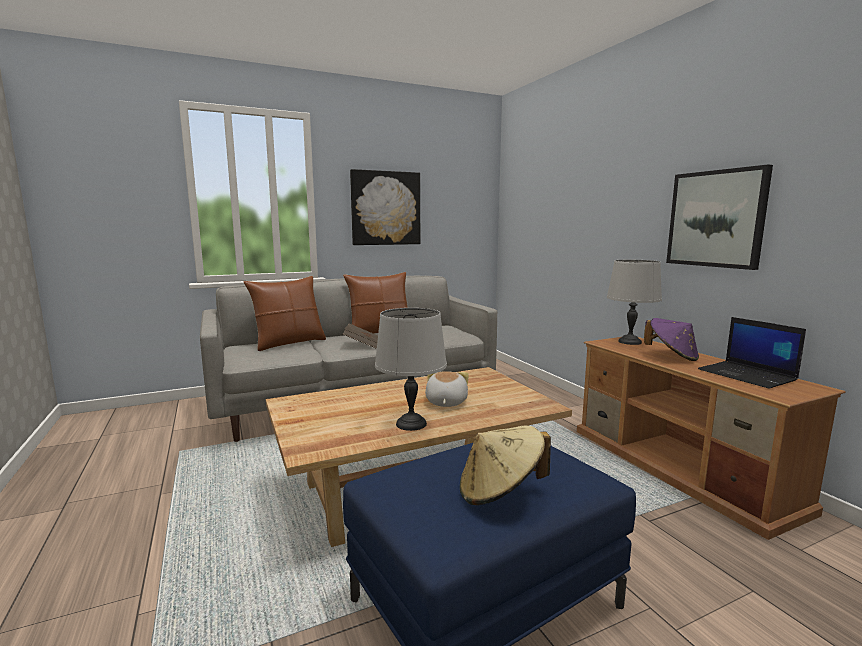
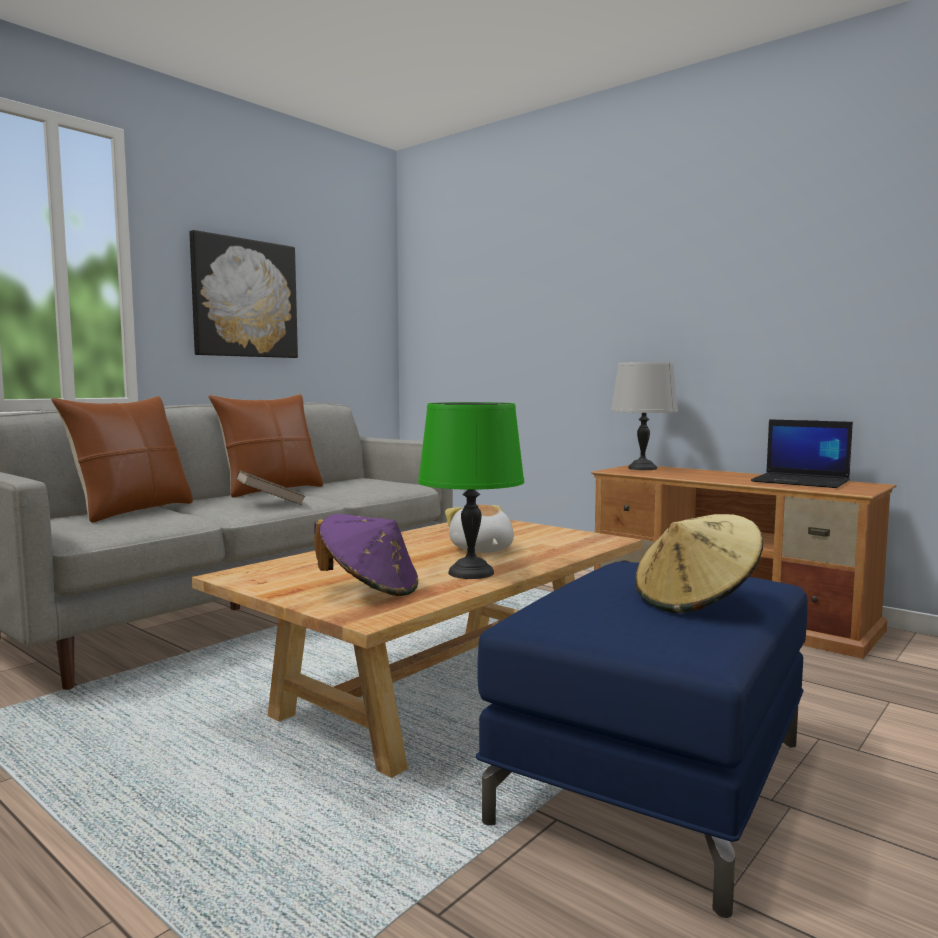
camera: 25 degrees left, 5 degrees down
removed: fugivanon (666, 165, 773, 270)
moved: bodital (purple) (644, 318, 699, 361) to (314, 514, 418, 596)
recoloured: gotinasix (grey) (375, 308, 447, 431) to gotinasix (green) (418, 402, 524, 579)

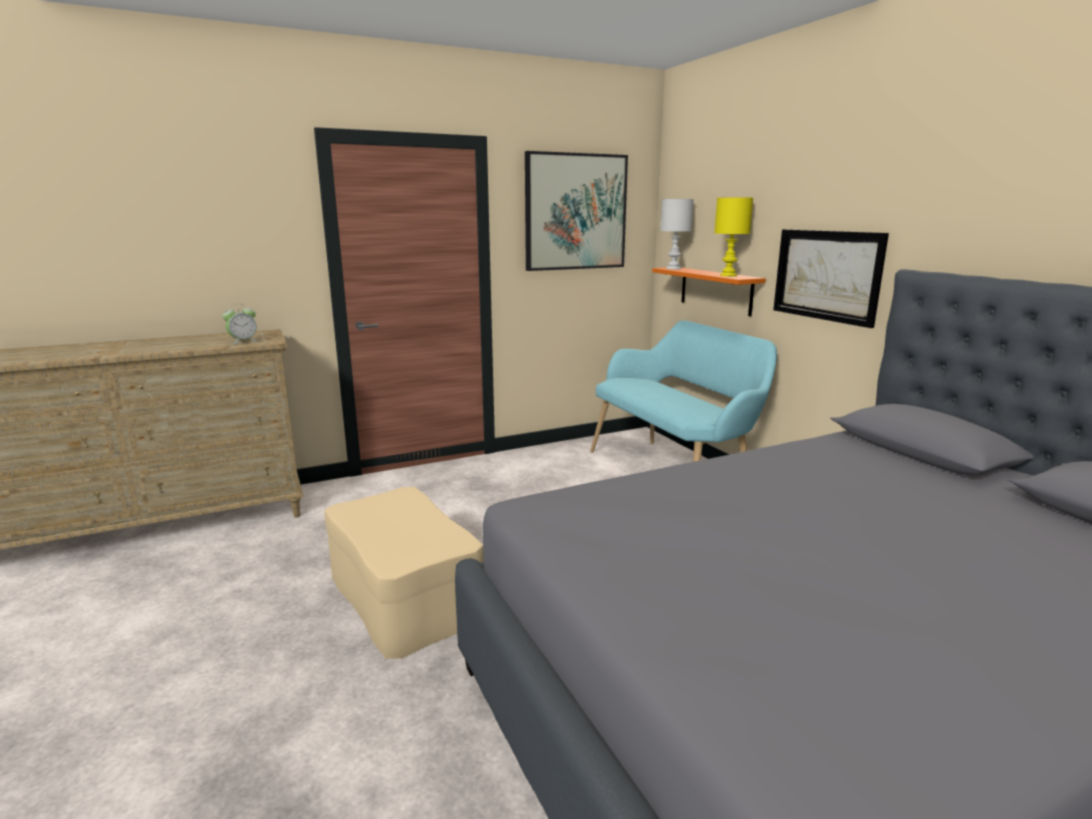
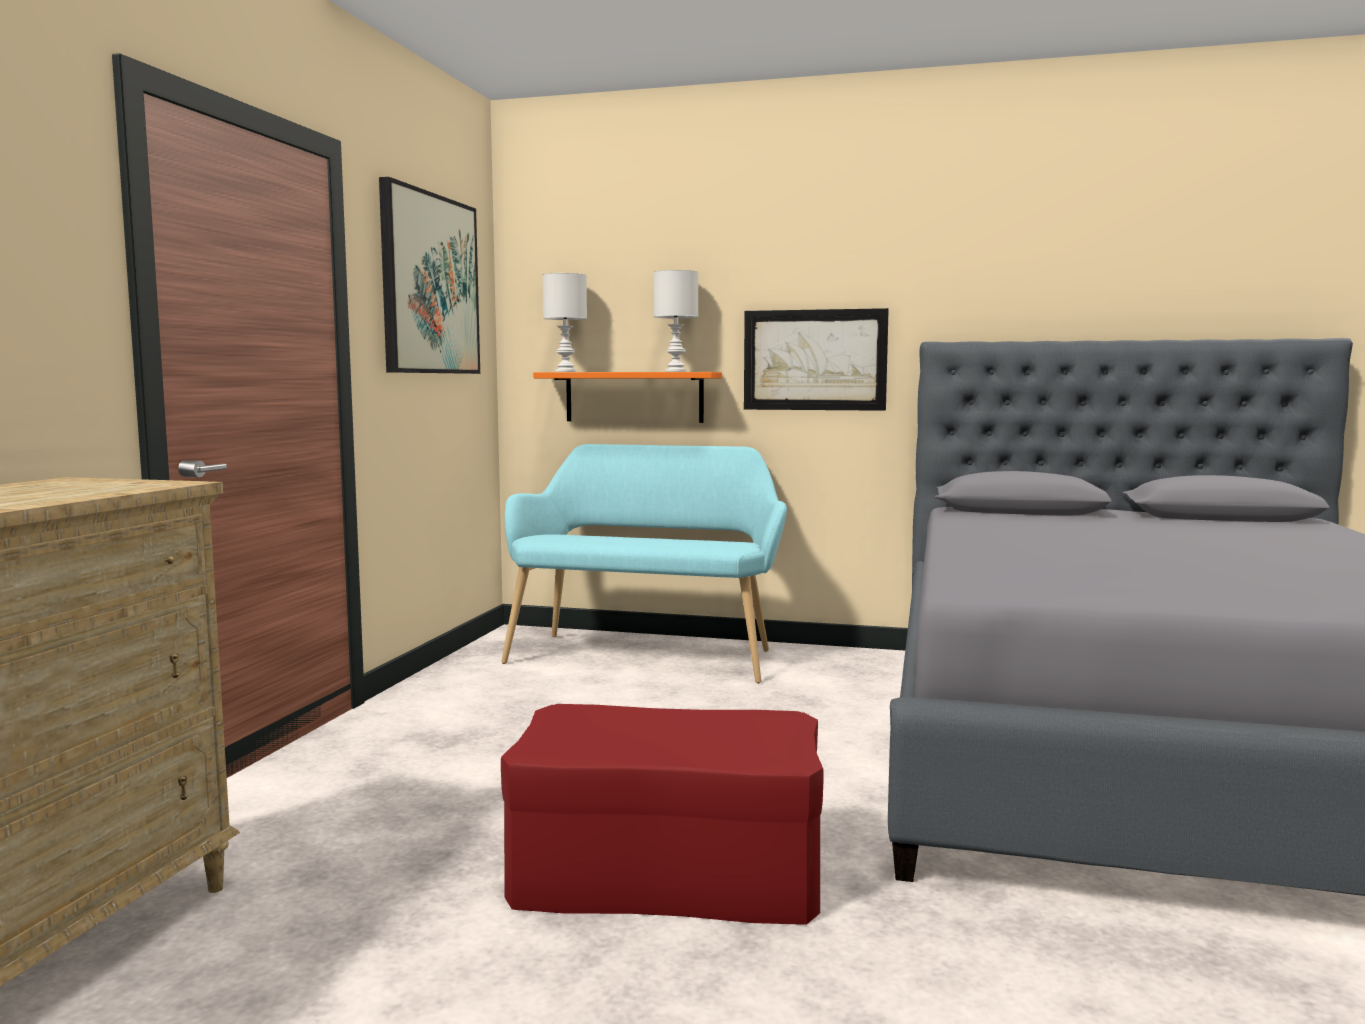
camera: 50 degrees left, 10 degrees down
removed: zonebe (222, 304, 258, 345)
recoloured: gotinasix (yellow) (714, 197, 753, 277) to gotinasix (white) (653, 270, 698, 372); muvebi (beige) (324, 487, 484, 659) to muvebi (red) (501, 704, 824, 925)

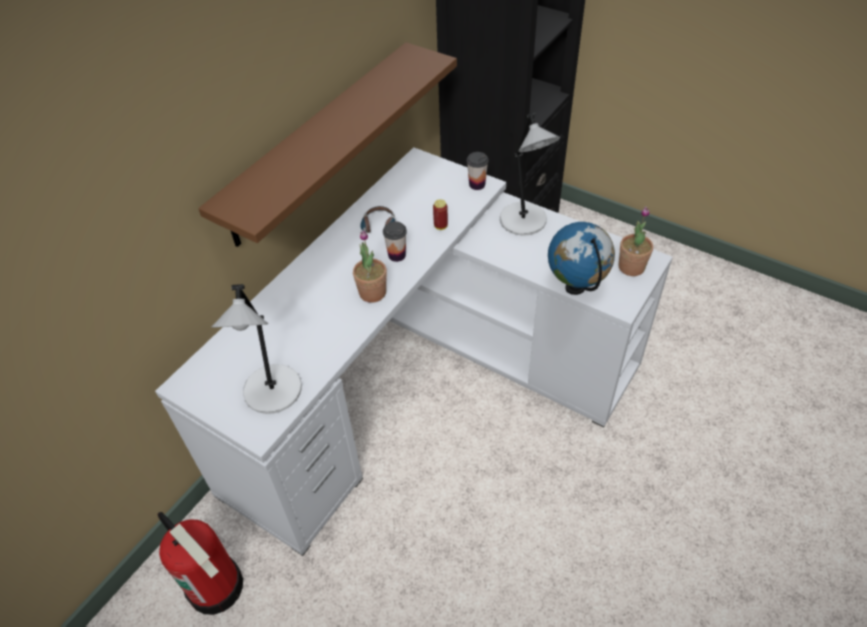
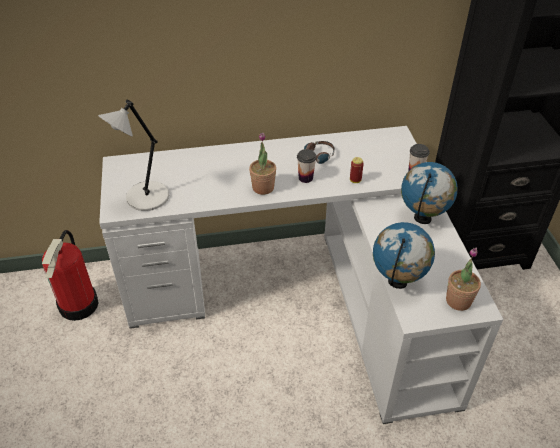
camera: 45 degrees right, 5 degrees down
removed: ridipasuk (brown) (198, 42, 457, 247)
replaced: gotinasix (grey) (500, 113, 560, 236) to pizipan (401, 162, 458, 224)

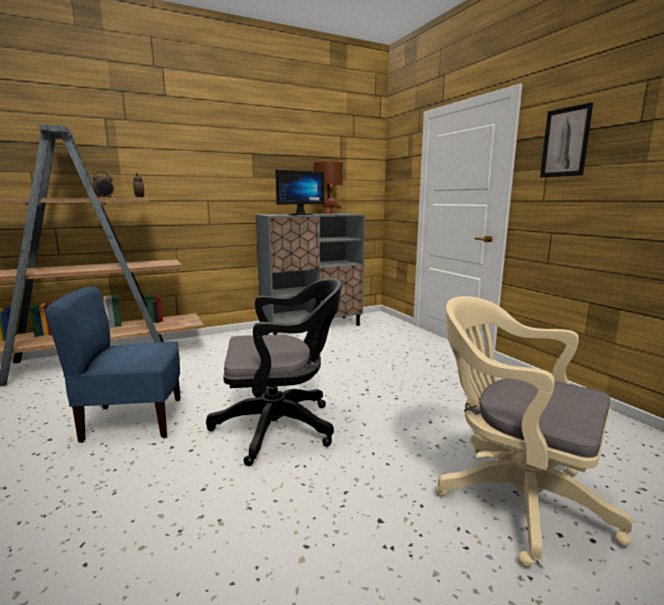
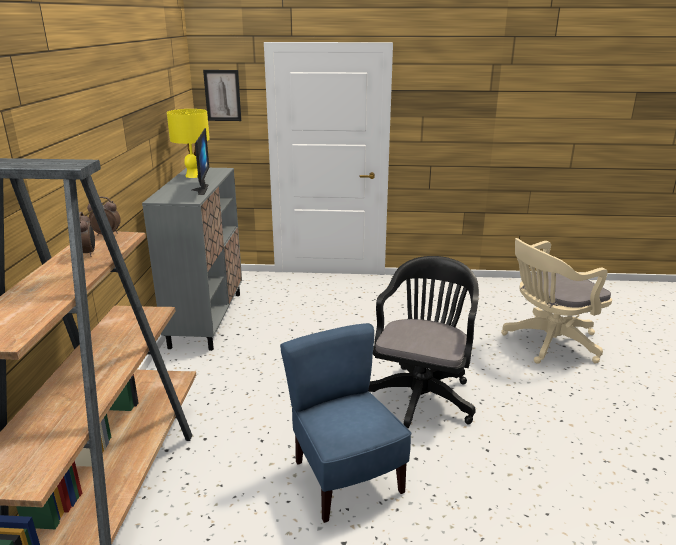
camera: 60 degrees left, 10 degrees up
moved: fugivanon (540, 102, 593, 178) to (203, 70, 241, 121)
recoloured: gotinasix (brown) (313, 161, 343, 214) to gotinasix (yellow) (167, 109, 210, 178)
turned: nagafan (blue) (44, 286, 181, 443) = (280, 323, 411, 523) 135 degrees clockwise

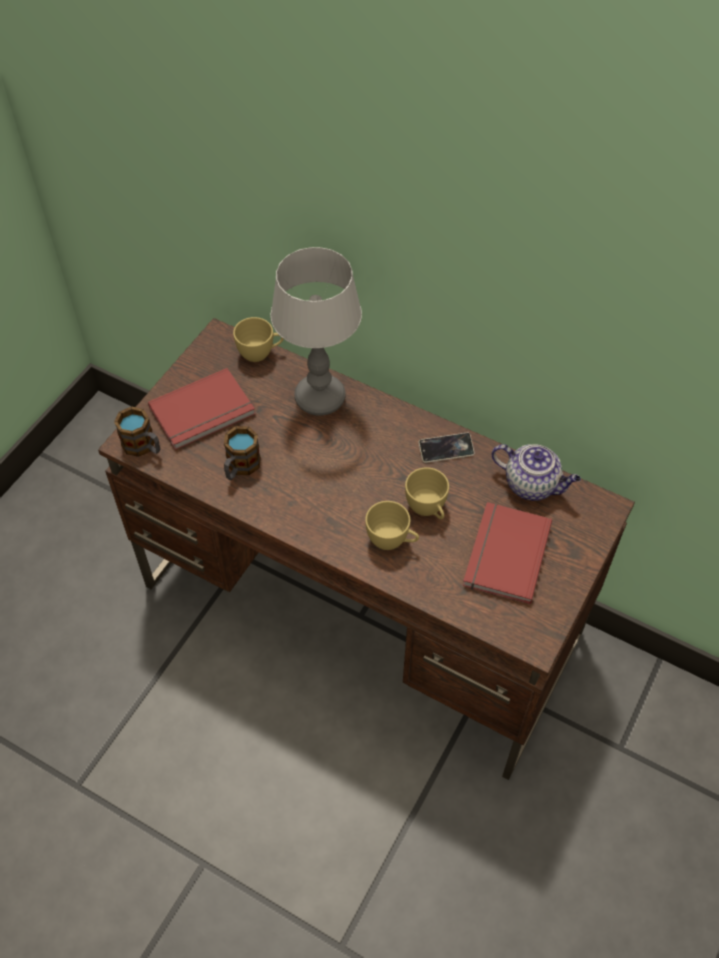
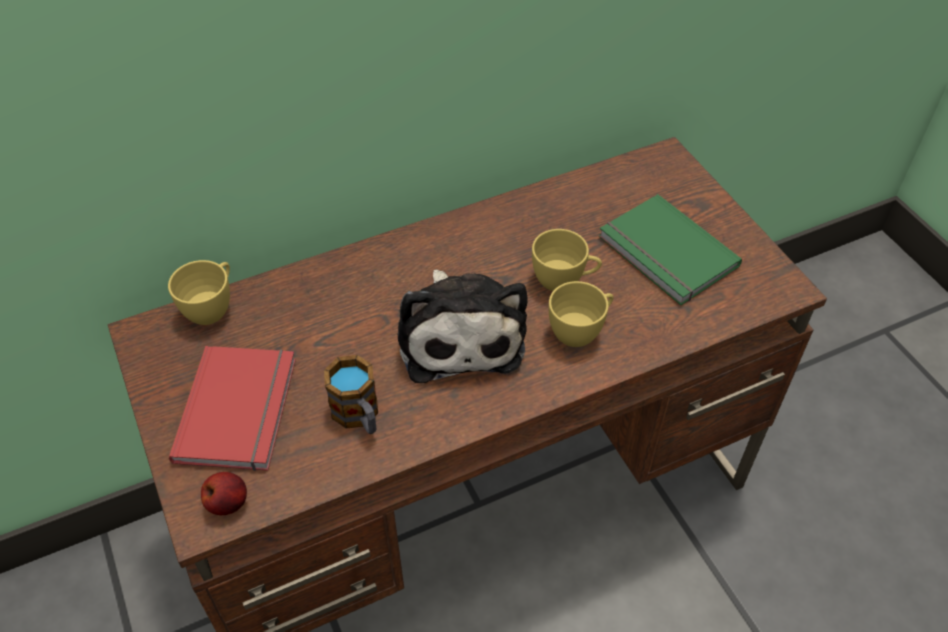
camera: 55 degrees left, 5 degrees down
removed: gotinasix (270, 247, 362, 416); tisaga (419, 433, 474, 463); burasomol (492, 444, 581, 501)
added: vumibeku (398, 269, 528, 383)
replaced: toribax (114, 406, 160, 457) to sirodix (201, 472, 247, 515)
recoloured: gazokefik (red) (463, 502, 552, 604) to gazokefik (green) (599, 194, 742, 305)

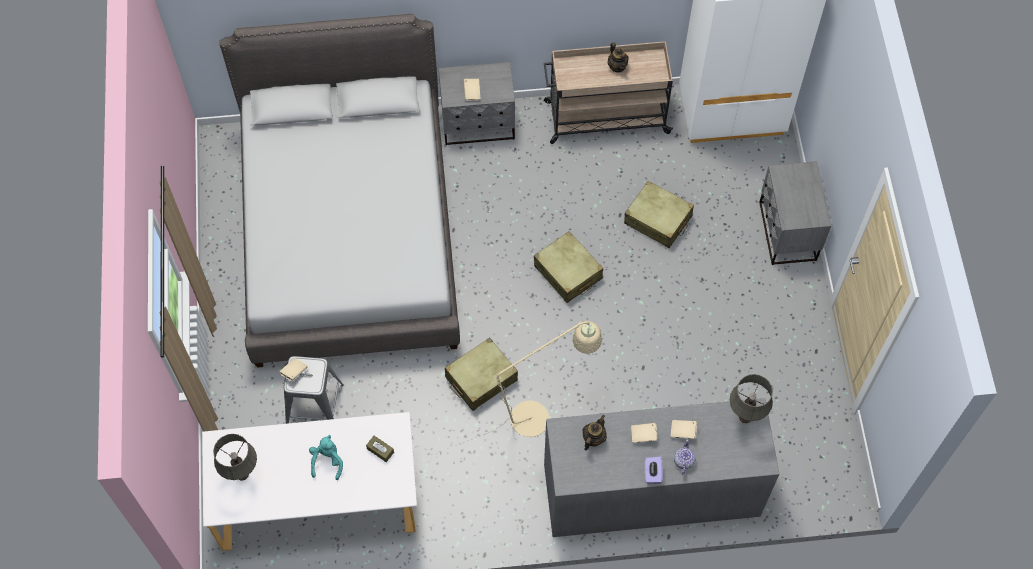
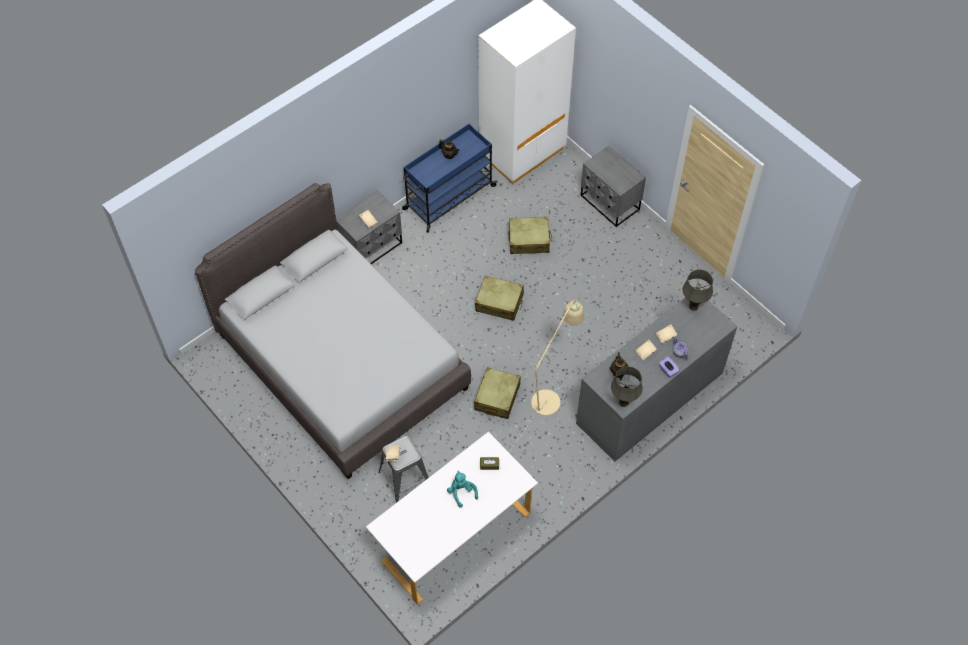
camera: 35 degrees left, 5 degrees down
moved: gotinasix (grey) (213, 434, 257, 480) to (611, 366, 643, 407)
recoloured: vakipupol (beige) (544, 41, 673, 144) to vakipupol (blue) (402, 124, 497, 233)

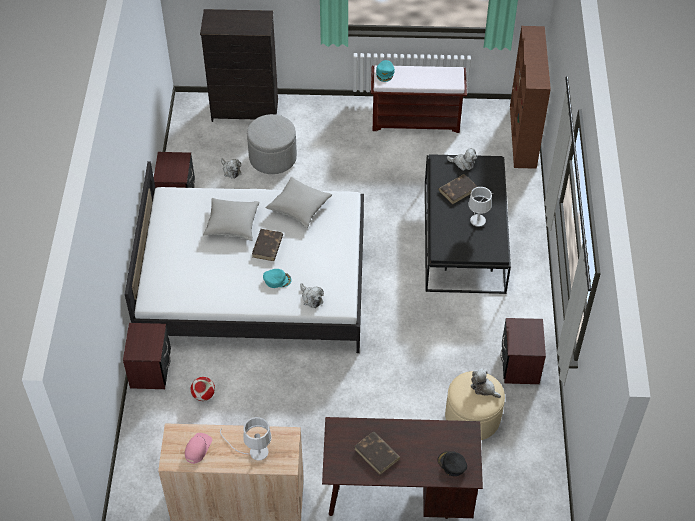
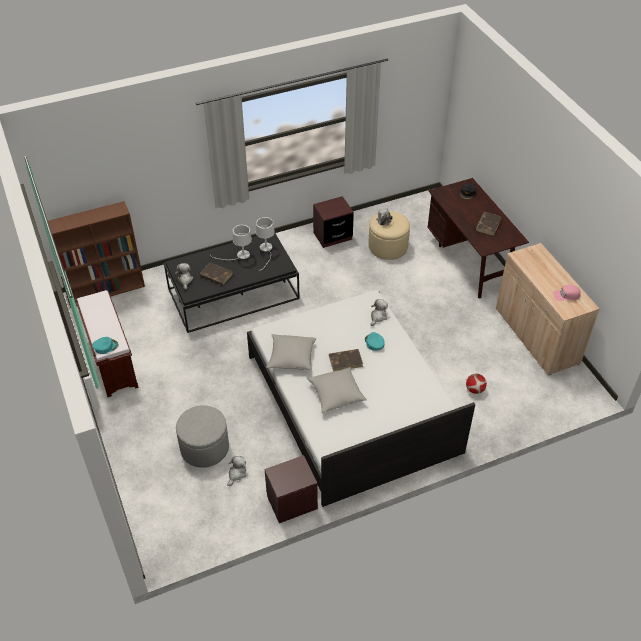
camera: 115 degrees left, 5 degrees down
removed: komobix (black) (200, 9, 278, 122); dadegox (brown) (123, 323, 171, 389)
moved: gotinasix (white) (220, 417, 271, 461) to (256, 217, 275, 270)

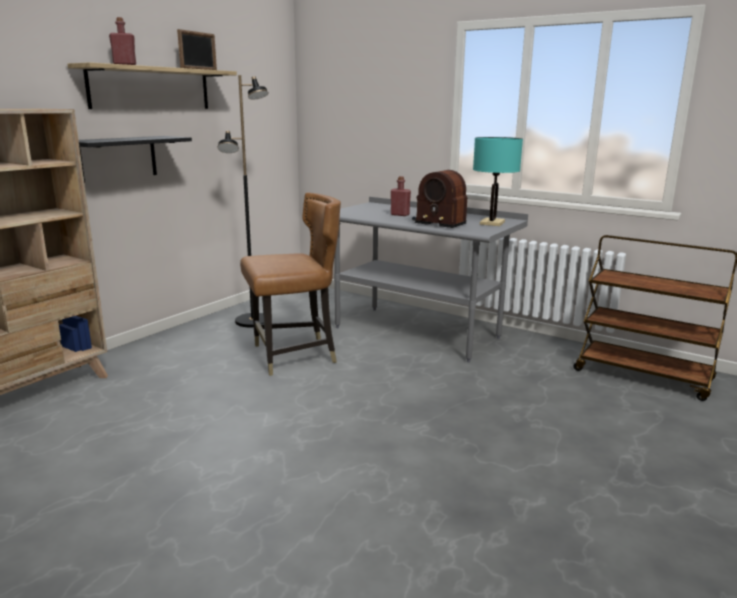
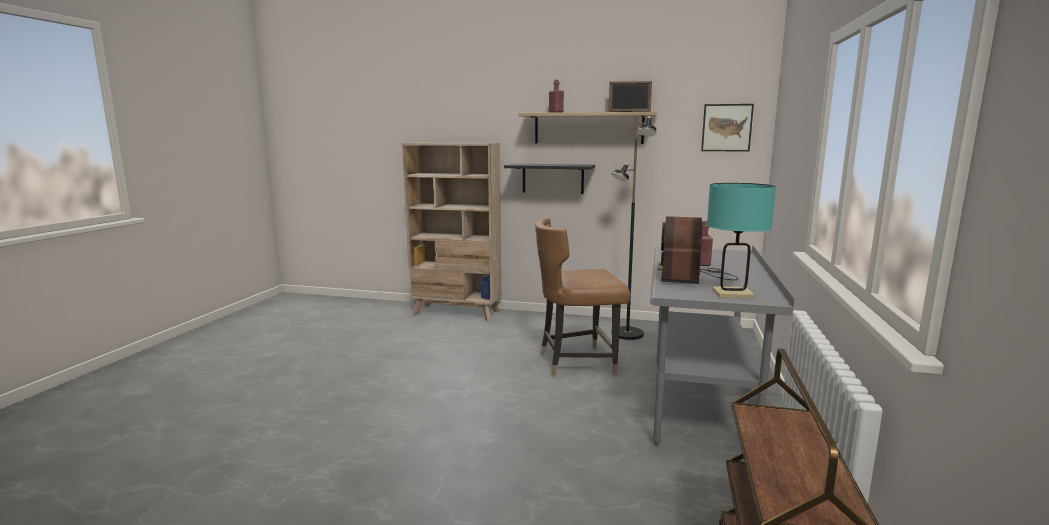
camera: 70 degrees right, 5 degrees down
added: fugivanon (701, 104, 754, 152)
turned: nagafan (brown) (240, 193, 341, 376) = (535, 218, 630, 377) 120 degrees clockwise

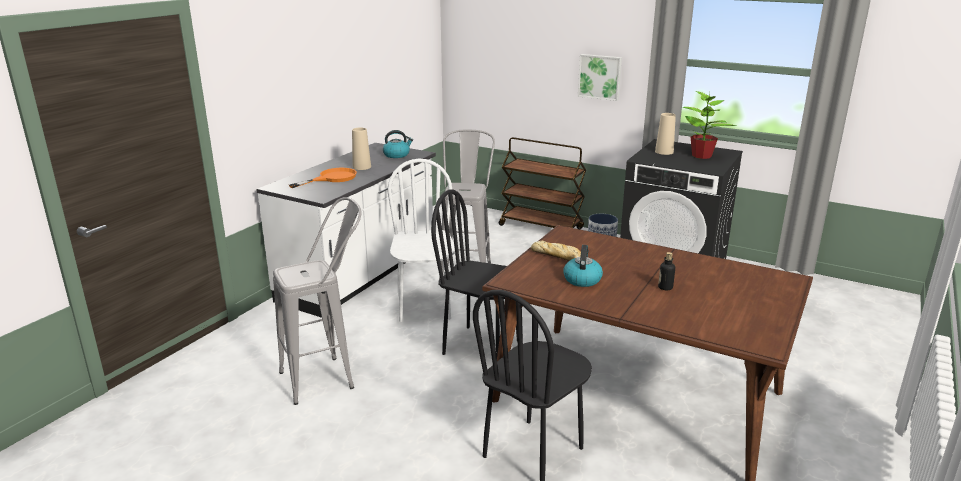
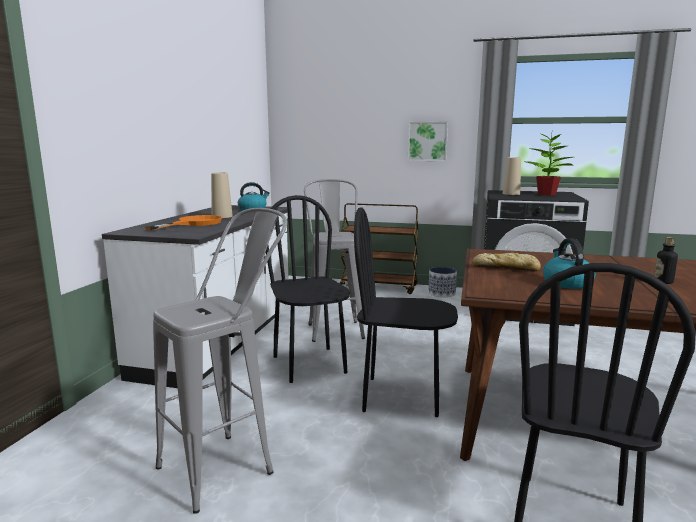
camera: 15 degrees left, 10 degrees down
recoloured: nagafan (white) (387, 159, 455, 322) to nagafan (black) (266, 195, 350, 383)

